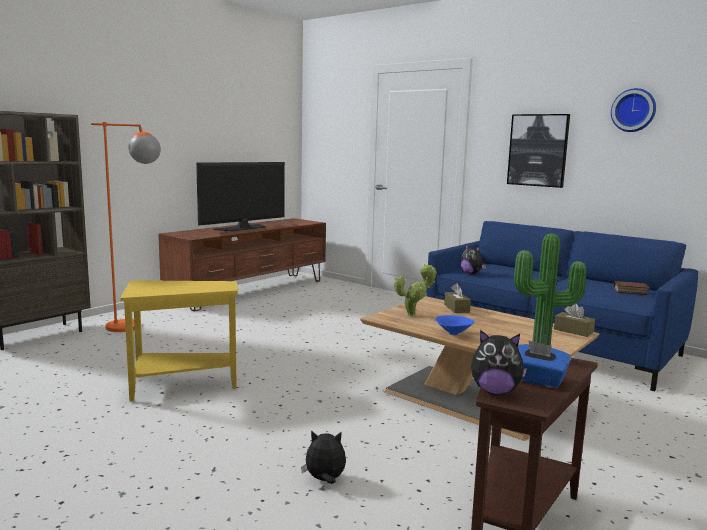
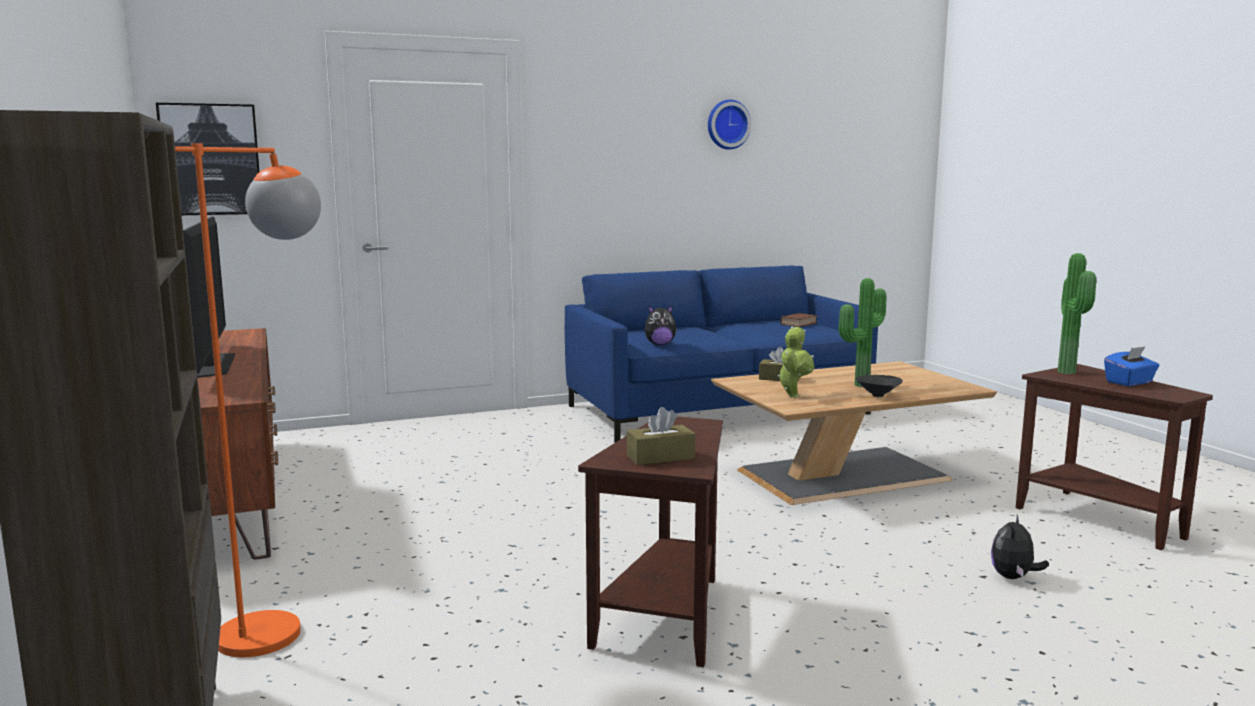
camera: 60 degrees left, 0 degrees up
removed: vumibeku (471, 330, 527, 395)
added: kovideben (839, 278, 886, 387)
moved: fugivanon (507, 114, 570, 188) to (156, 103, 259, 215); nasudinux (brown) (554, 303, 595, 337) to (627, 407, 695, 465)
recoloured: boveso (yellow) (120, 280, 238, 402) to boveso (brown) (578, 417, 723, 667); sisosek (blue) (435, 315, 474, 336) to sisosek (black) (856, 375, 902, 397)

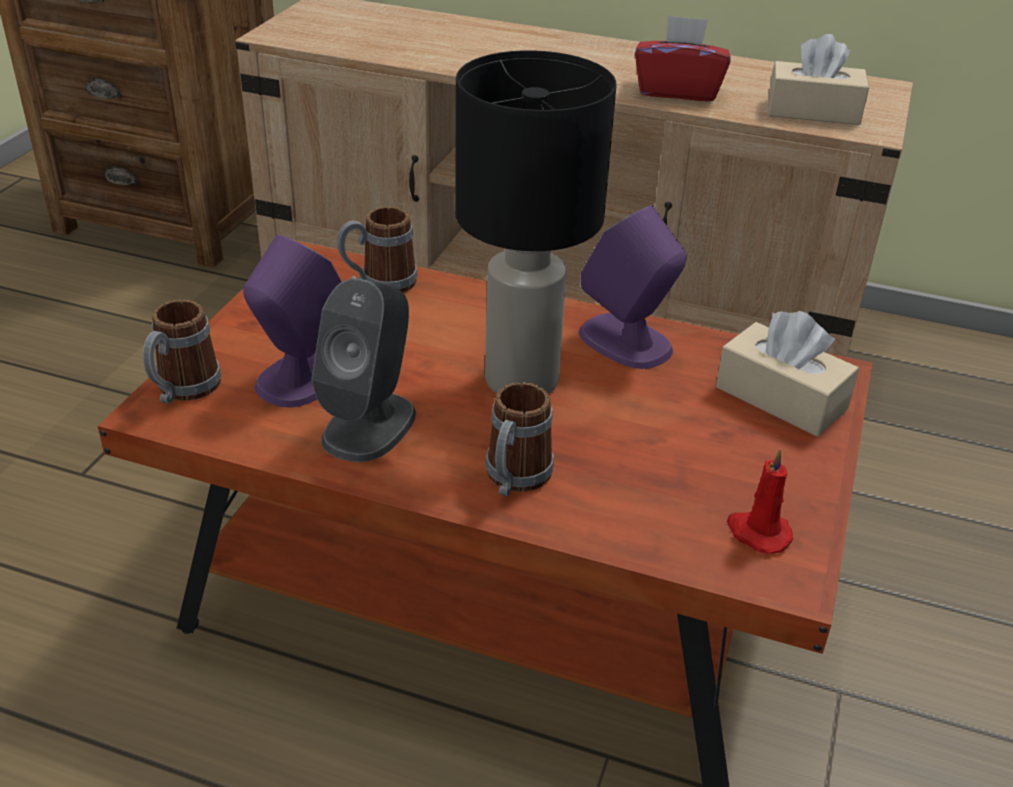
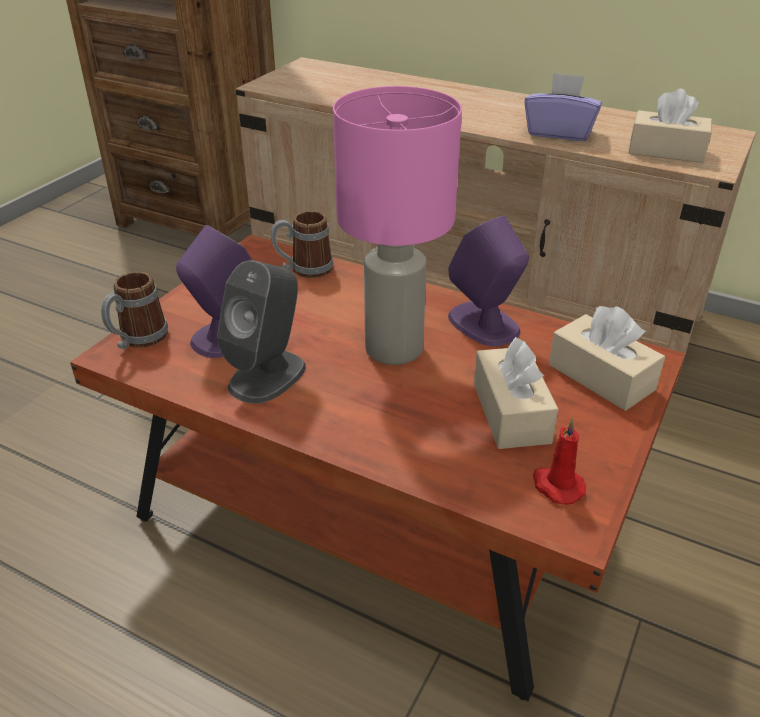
camera: 10 degrees right, 0 degrees up
removed: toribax (485, 382, 554, 496)
added: nasudinux (beige) (474, 337, 559, 449)
recoloured: nasudinux (red) (635, 15, 731, 101) to nasudinux (purple) (524, 73, 602, 141); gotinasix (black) (455, 50, 616, 394) to gotinasix (pink) (333, 86, 462, 365)

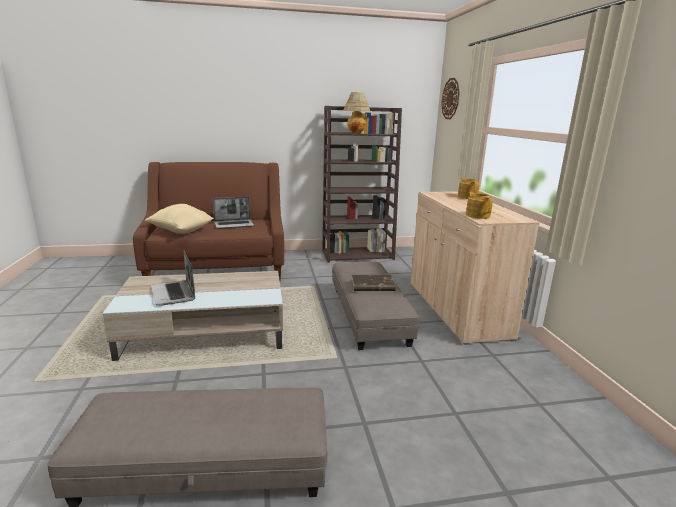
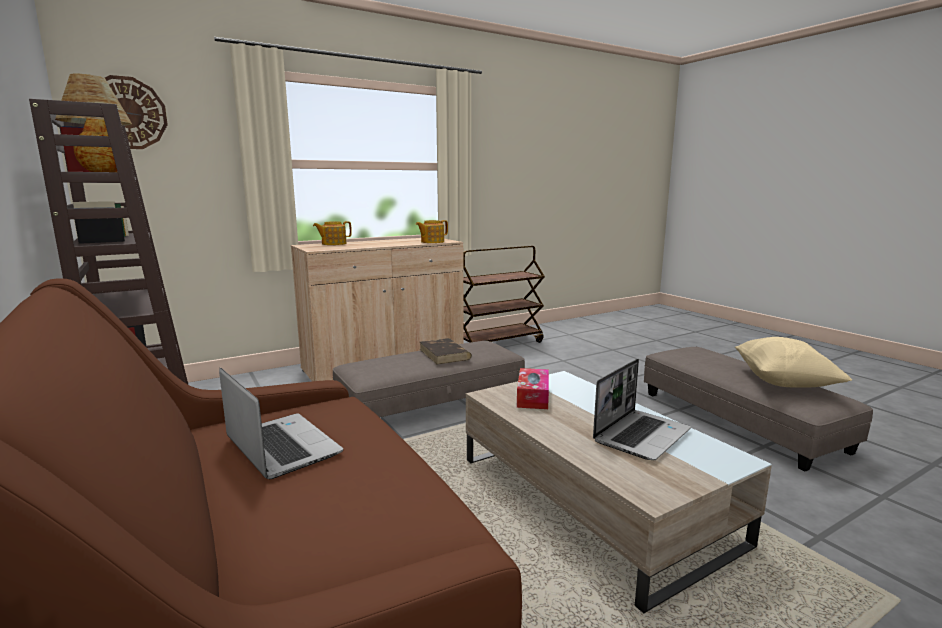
camera: 110 degrees left, 5 degrees down
added: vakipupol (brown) (463, 246, 545, 343); nasudinux (517, 368, 549, 409)
moved: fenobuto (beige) (145, 204, 214, 234) to (735, 337, 852, 388)

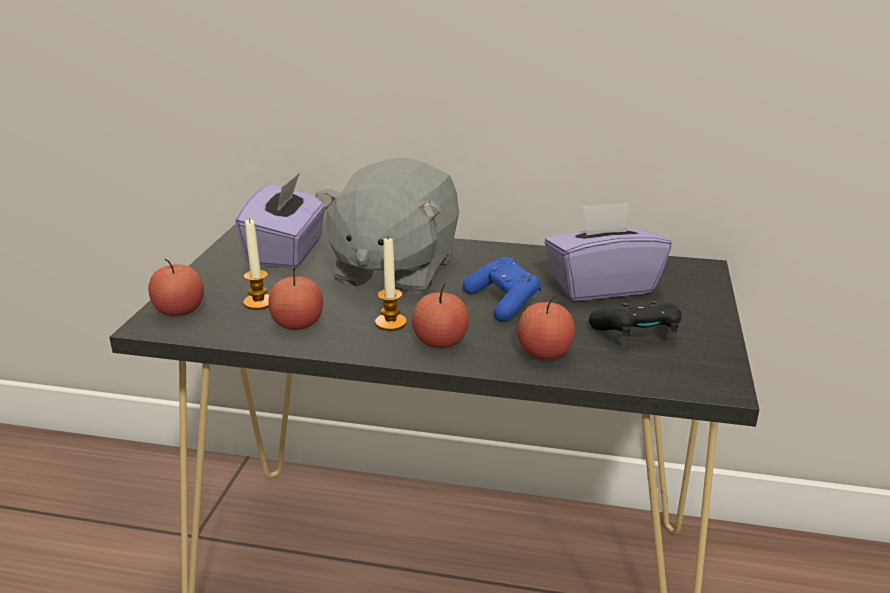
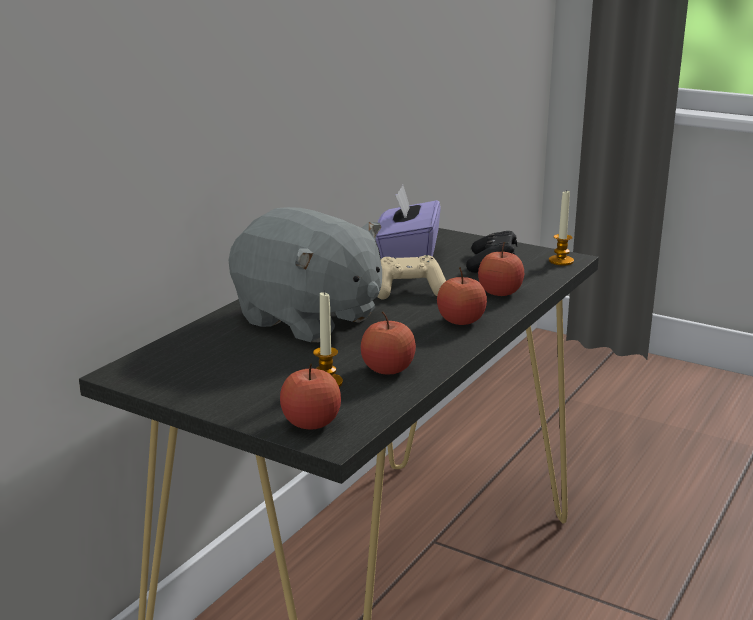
camera: 70 degrees left, 5 degrees down
removed: nasudinux (purple) (235, 173, 326, 269)
moved: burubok (375, 238, 407, 331) to (549, 189, 574, 266)
recoloured: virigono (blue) (462, 257, 541, 322) to virigono (beige) (378, 255, 446, 299)

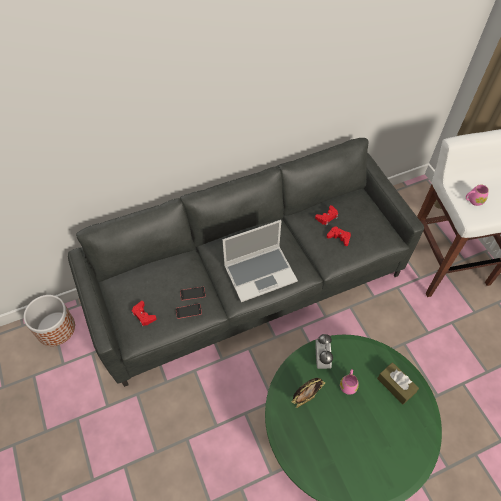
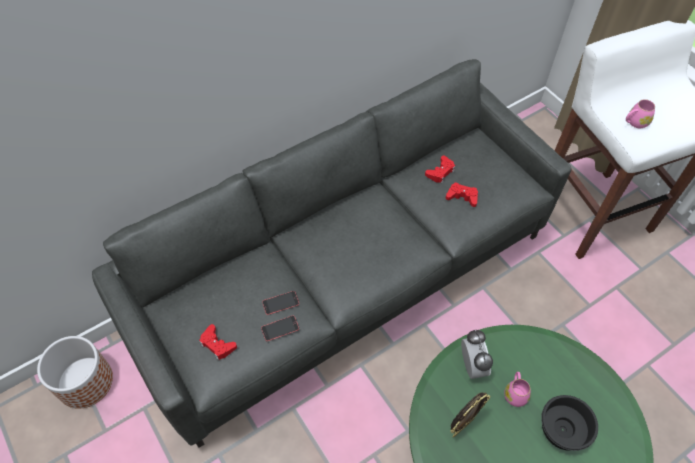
camera: 10 degrees left, 0 degrees up
removed: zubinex (223, 220, 298, 302); nasudinux (brown) (377, 362, 419, 404)
added: sisosek (black) (541, 395, 598, 451)

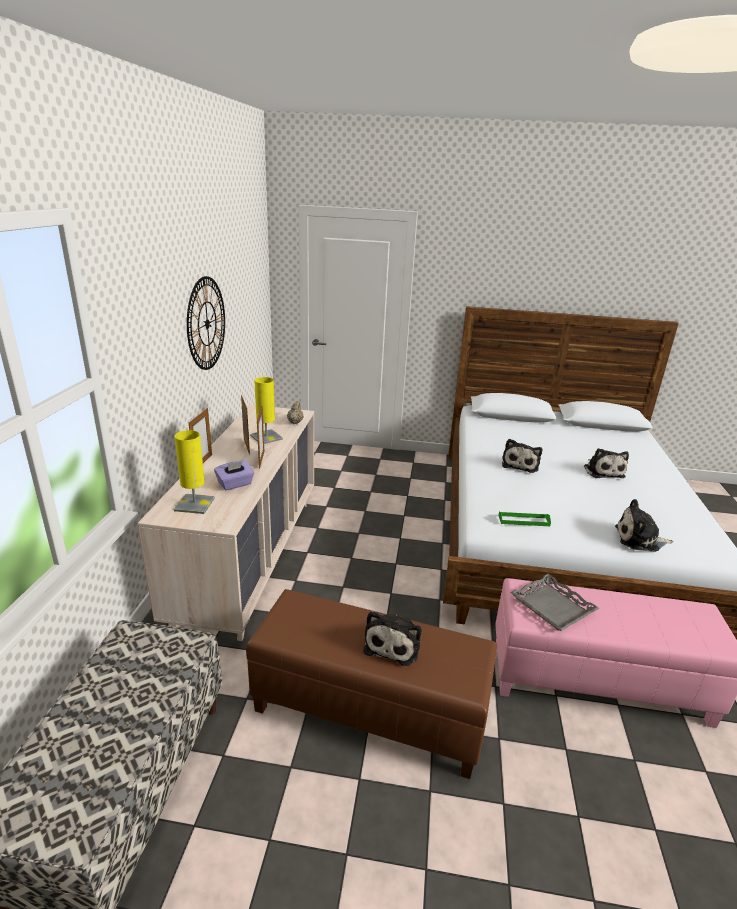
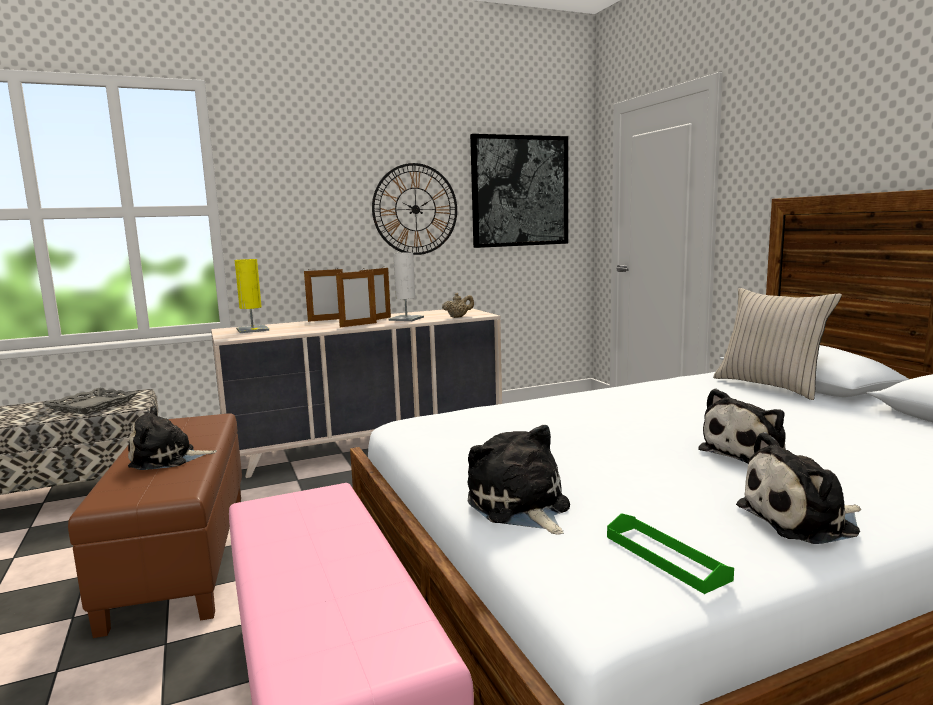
camera: 60 degrees right, 15 degrees down
removed: nasudinux (purple) (214, 461, 254, 491)
added: fugivanon (470, 134, 568, 248); fenobuto (beige) (713, 288, 842, 400)
moved: vumibeku (502, 439, 542, 473) to (736, 432, 861, 544); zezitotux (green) (498, 511, 551, 526) to (607, 513, 734, 594); zezitotux (grey) (510, 574, 600, 631) to (42, 388, 138, 414)
recoloured: gotinasix (yellow) (250, 377, 283, 444) to gotinasix (white) (389, 252, 424, 321)

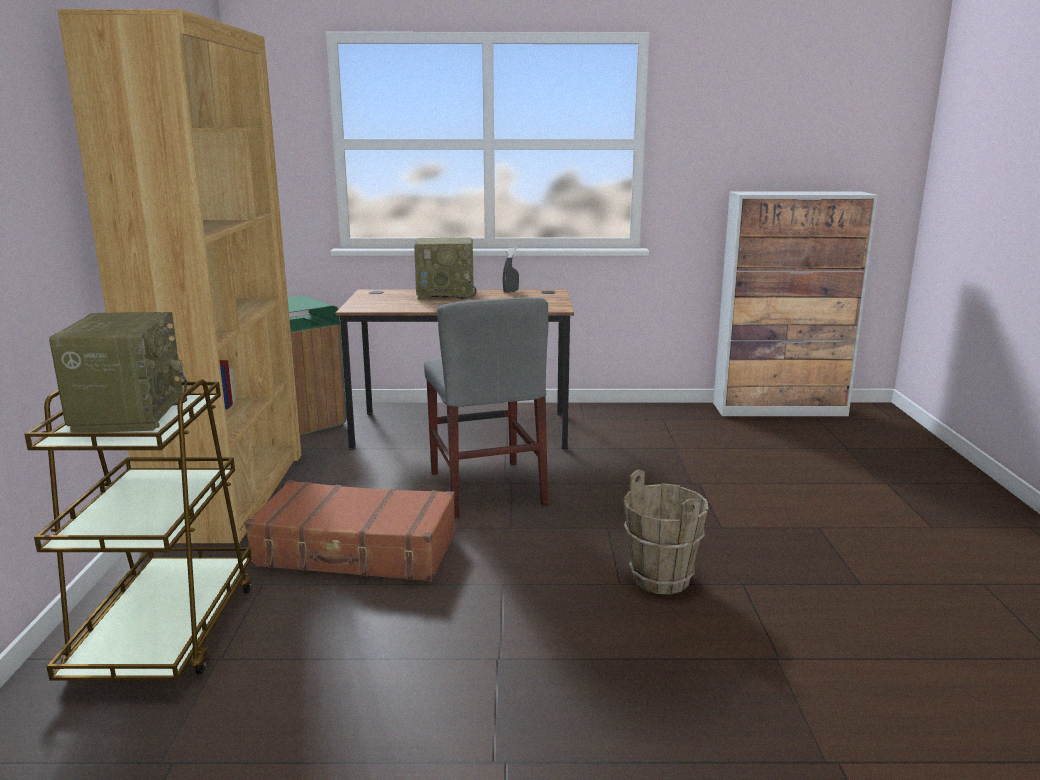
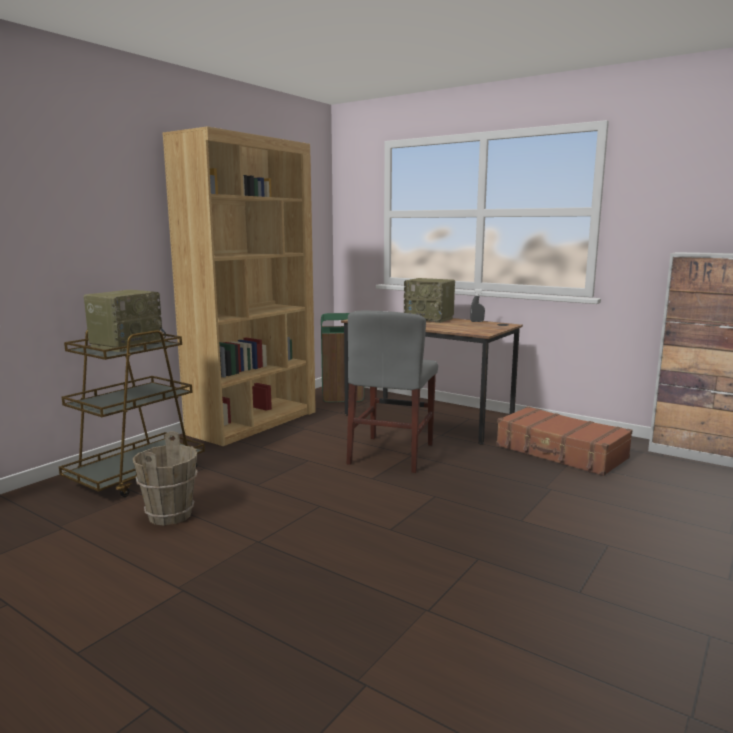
camera: 35 degrees right, 5 degrees down
moved: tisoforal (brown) (623, 470, 708, 594) to (133, 431, 198, 526); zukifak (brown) (245, 480, 455, 581) to (496, 406, 633, 476)

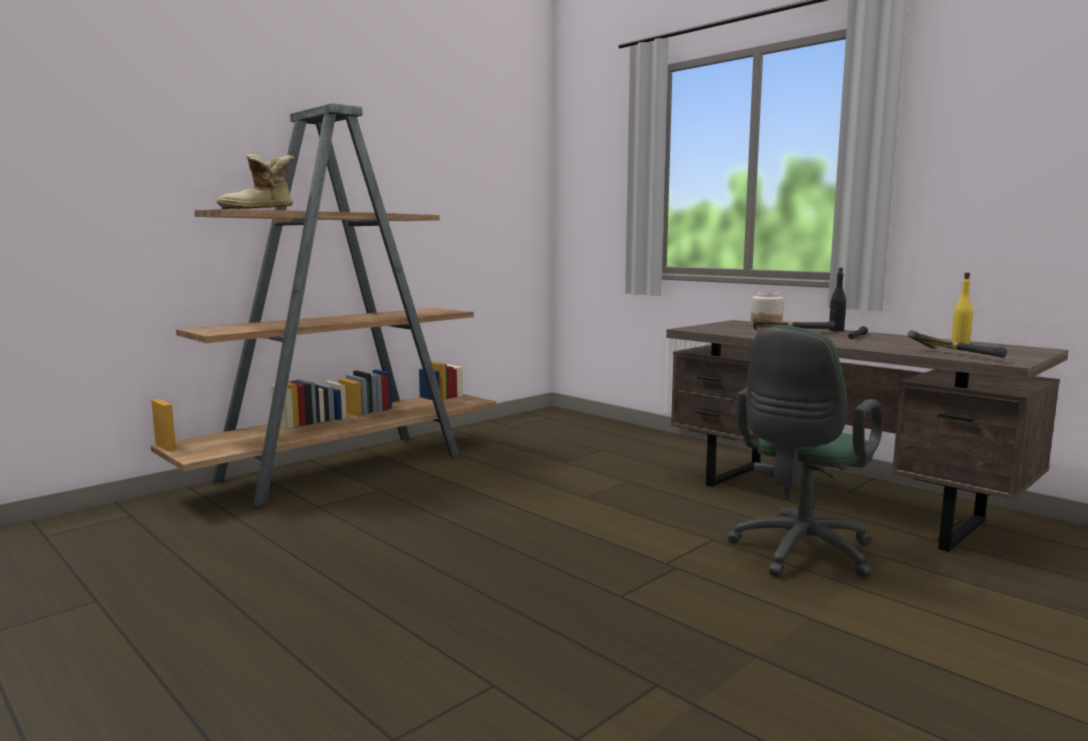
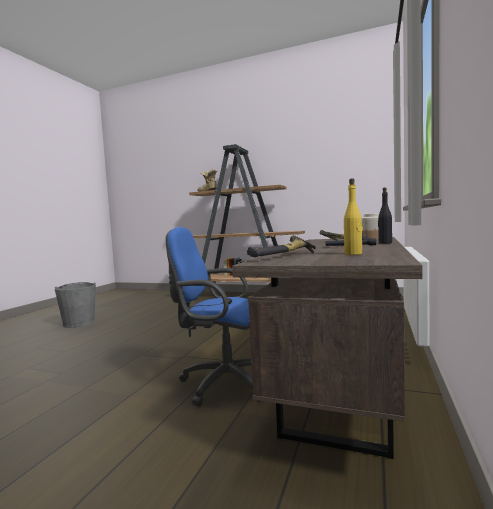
camera: 65 degrees right, 5 degrees down
added: tisoforal (grey) (55, 282, 96, 328)
recoloured: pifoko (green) (727, 325, 883, 579) to pifoko (blue) (166, 227, 262, 407)

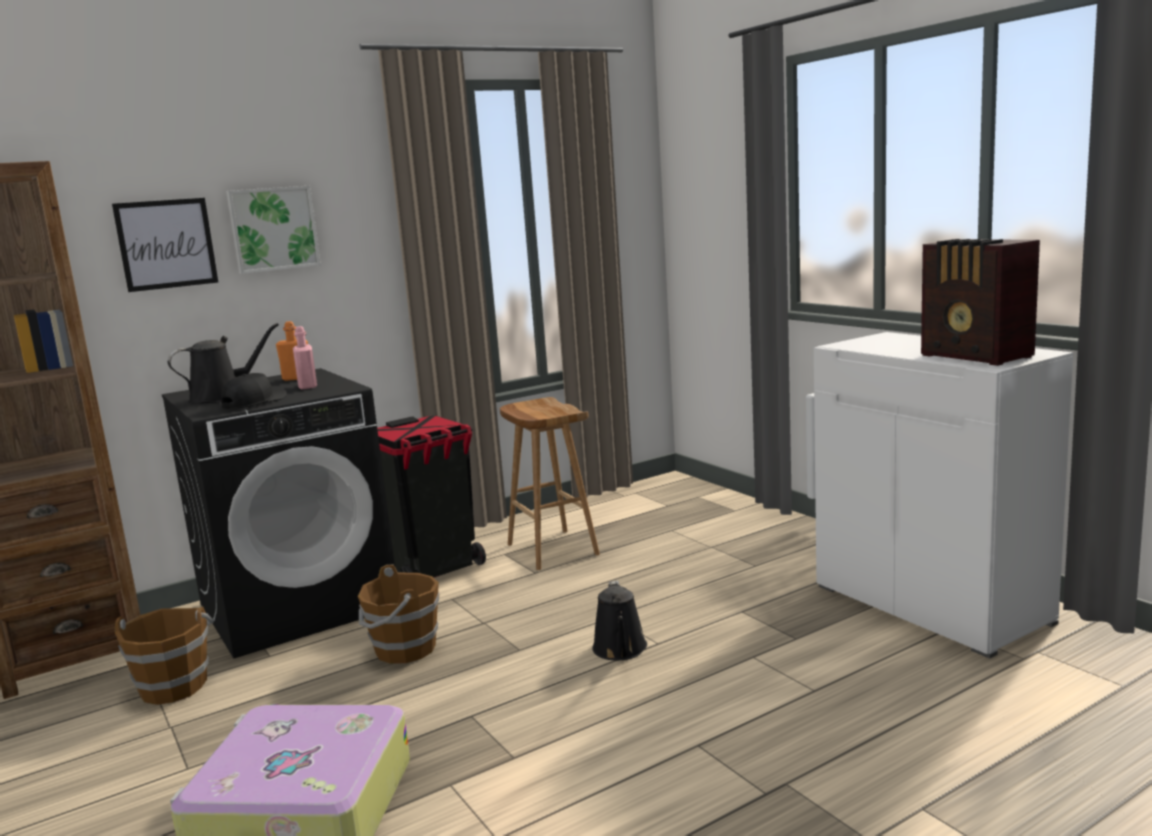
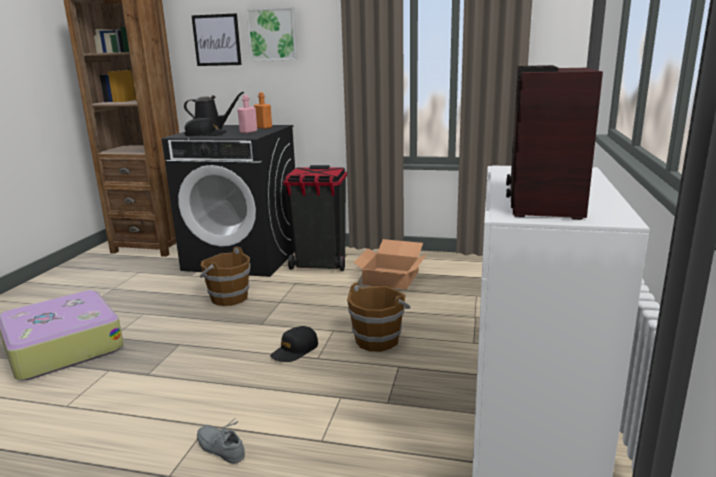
camera: 45 degrees right, 5 degrees up
added: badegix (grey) (197, 420, 245, 464)
moved: tisoforal (brown) (115, 607, 214, 705) to (347, 283, 411, 352)
replaced: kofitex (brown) (500, 397, 600, 570) to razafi (354, 239, 427, 290); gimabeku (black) (592, 580, 647, 660) to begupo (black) (270, 326, 318, 362)

